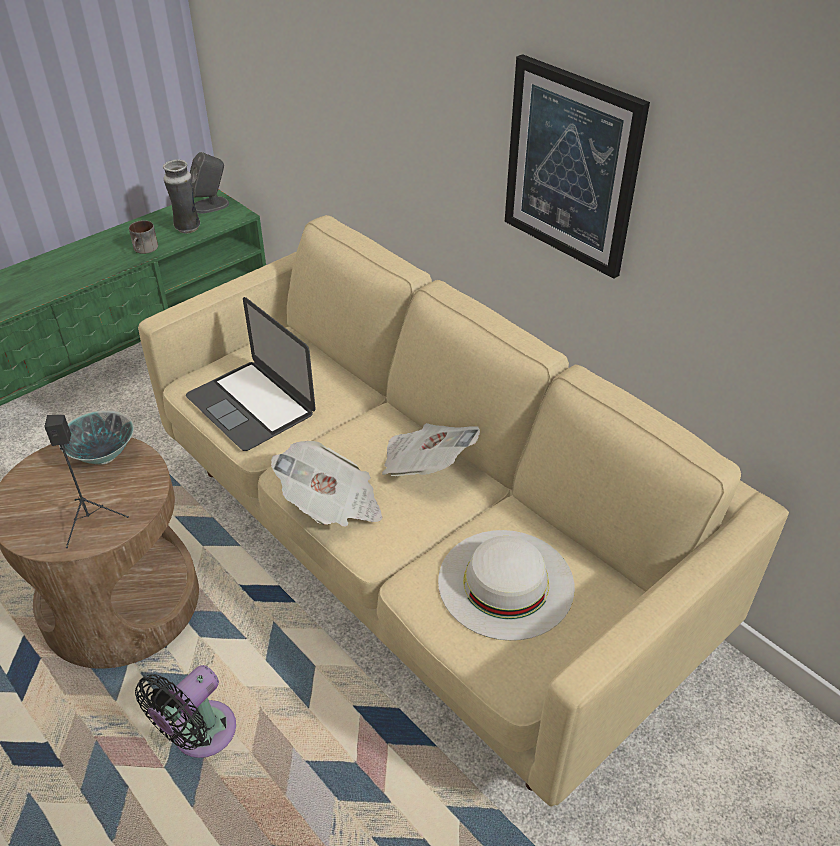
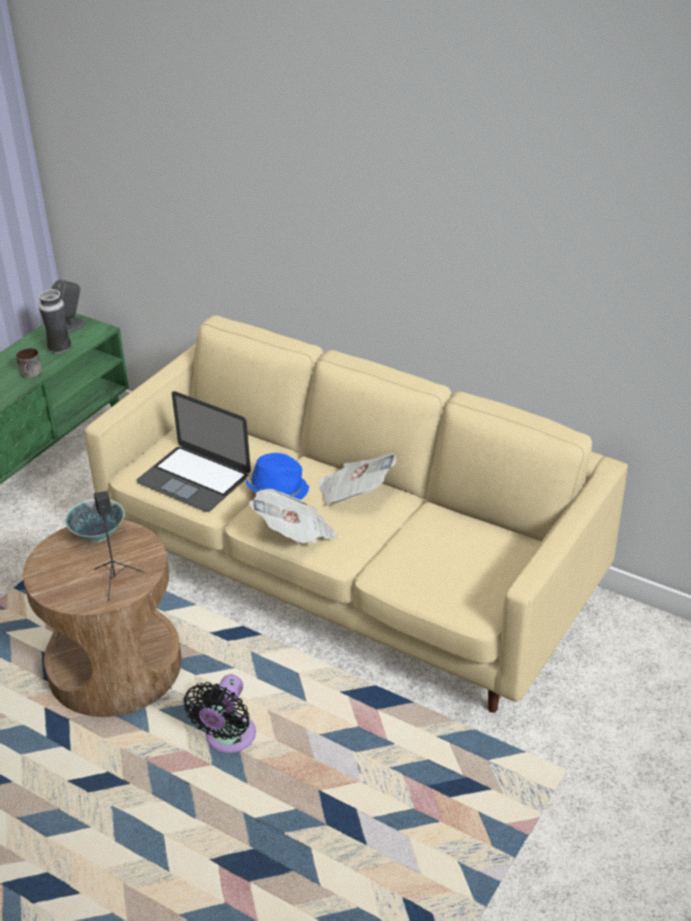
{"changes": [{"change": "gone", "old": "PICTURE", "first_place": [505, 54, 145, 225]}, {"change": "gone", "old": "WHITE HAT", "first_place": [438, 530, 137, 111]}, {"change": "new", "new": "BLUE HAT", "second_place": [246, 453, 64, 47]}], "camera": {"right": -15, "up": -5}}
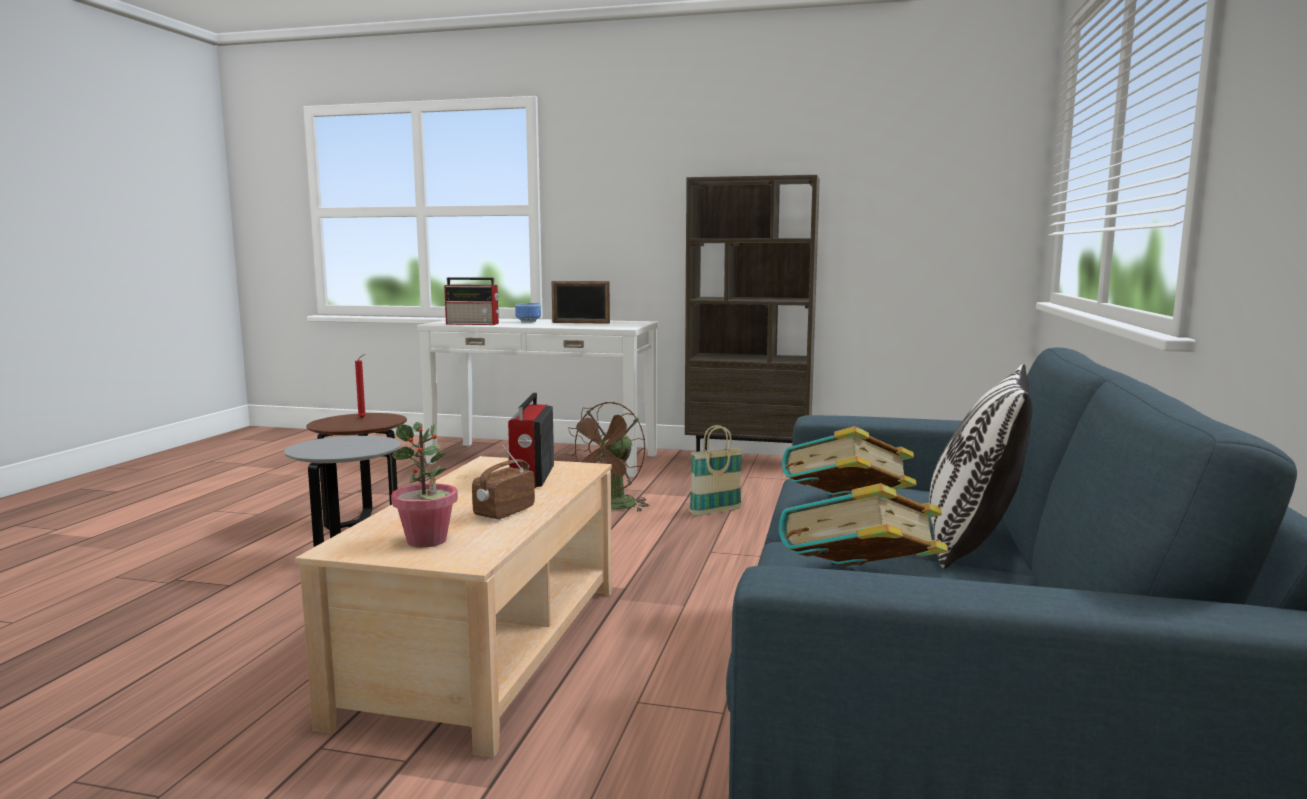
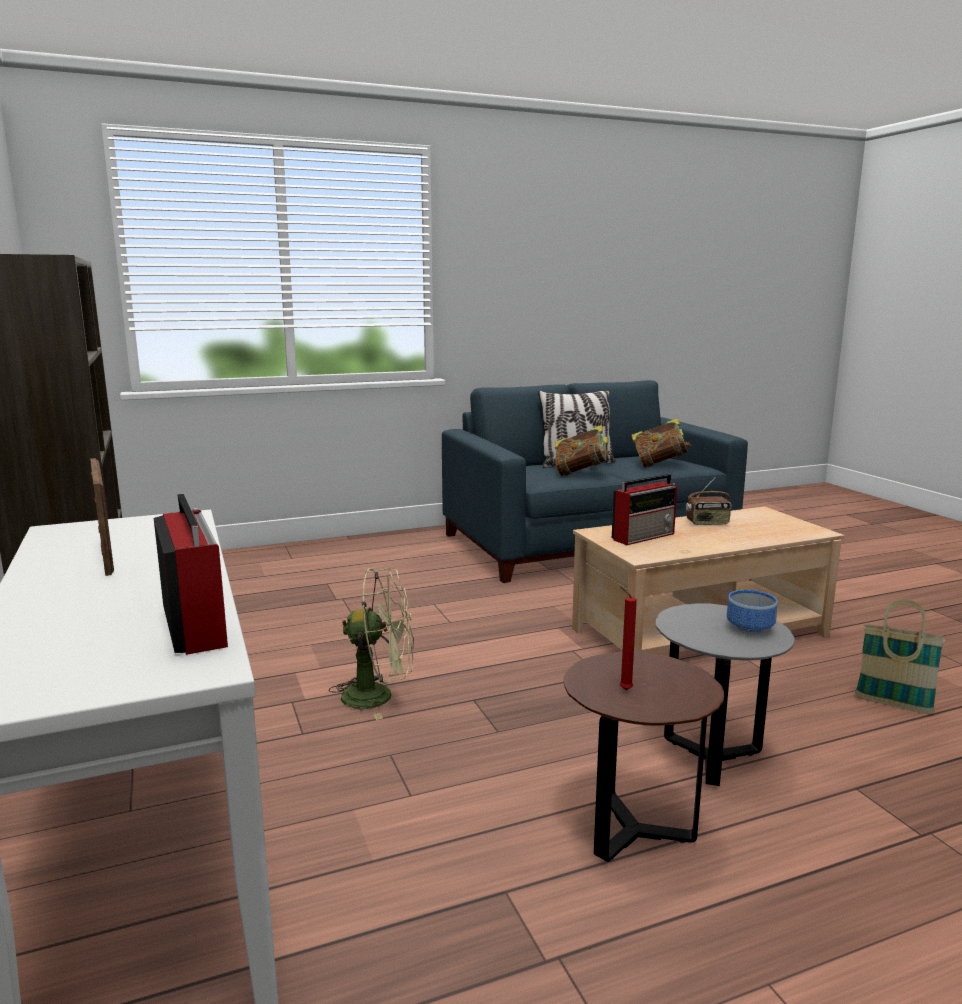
{"changes": [{"change": "shifted", "old": "BOWL", "first_place": [515, 303, 26, 19], "second_place": [727, 590, 50, 44]}, {"change": "repainted", "old": "BROWN FAN", "new": "GREEN FAN", "first_place": [565, 402, 85, 110], "second_place": [329, 568, 85, 152]}, {"change": "gone", "old": "POTTED PLANT", "first_place": [391, 422, 67, 126]}, {"change": "shifted", "old": "BASKET", "first_place": [689, 425, 54, 91], "second_place": [855, 599, 90, 115]}], "camera": {"right": -125, "up": 5}}
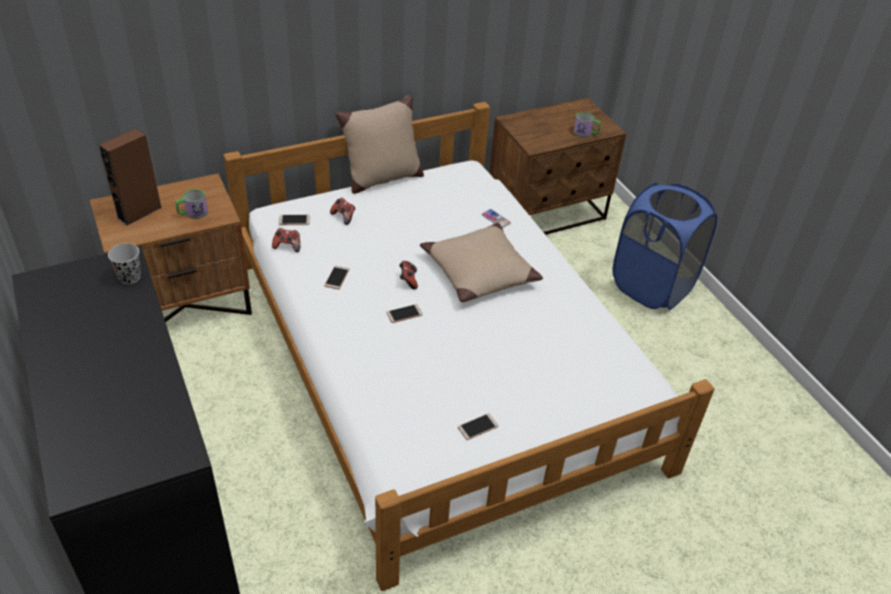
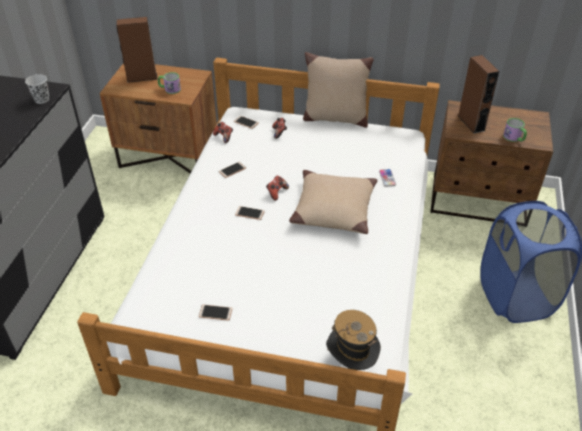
{"changes": [{"change": "new", "new": "BROWN SPEAKER", "second_place": [458, 55, 41, 79]}, {"change": "new", "new": "HAT", "second_place": [326, 310, 55, 60]}], "camera": {"right": 40, "up": 0}}
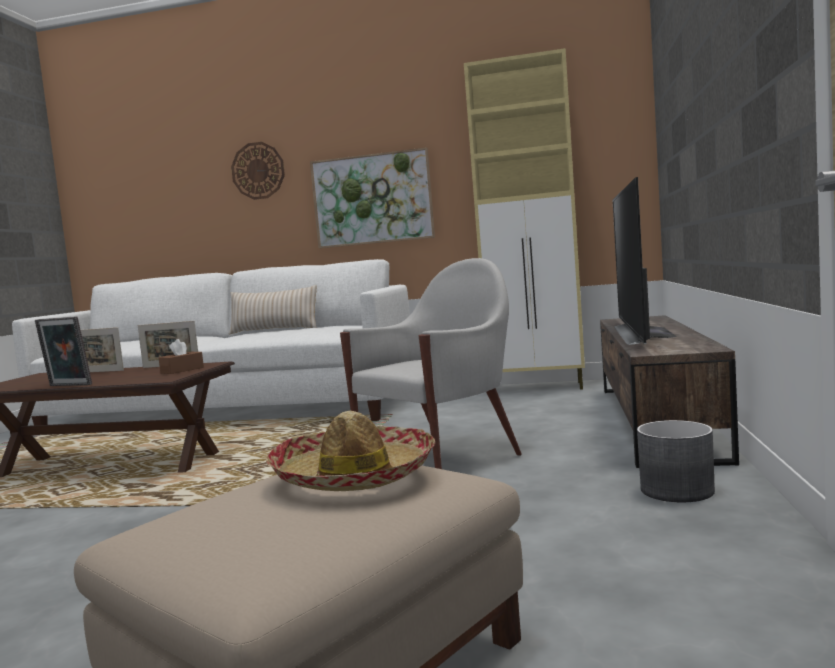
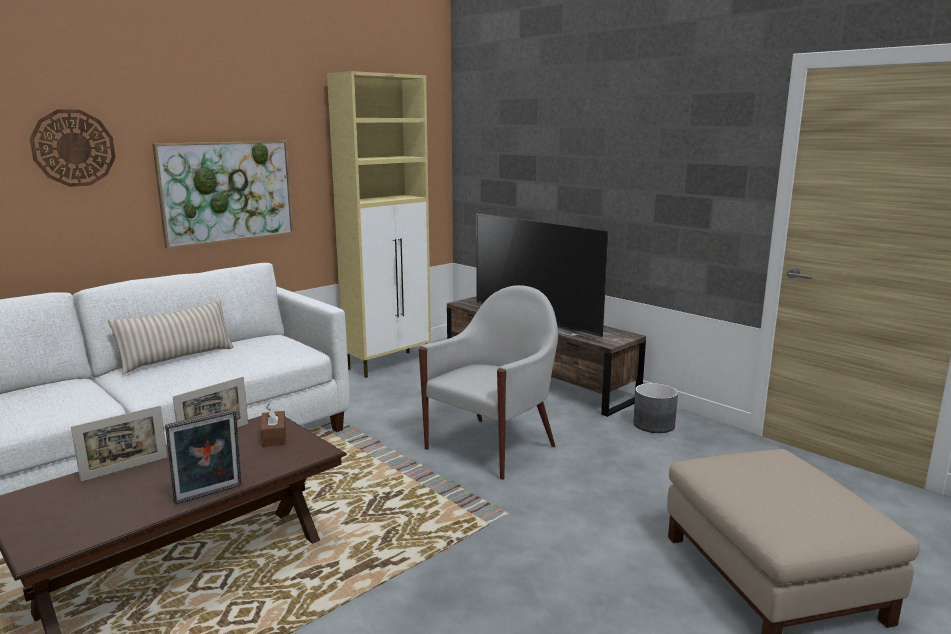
{"changes": [{"change": "rotated", "old": "WHITE ARMCHAIR", "first_place": [340, 258, 182, 211], "second_place": [419, 285, 139, 195], "degrees": 45}, {"change": "gone", "old": "HAT", "first_place": [266, 411, 169, 80]}], "camera": {"right": -55, "up": 10}}
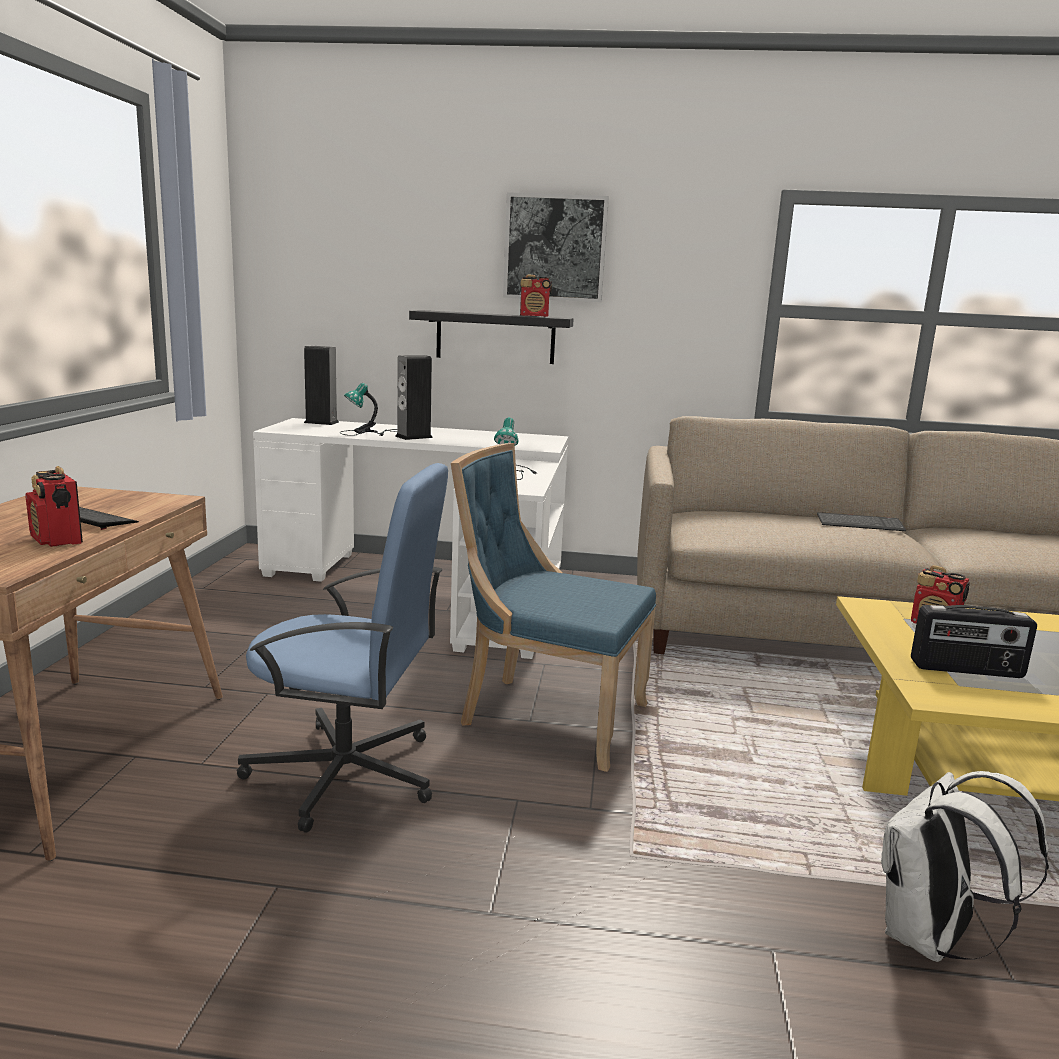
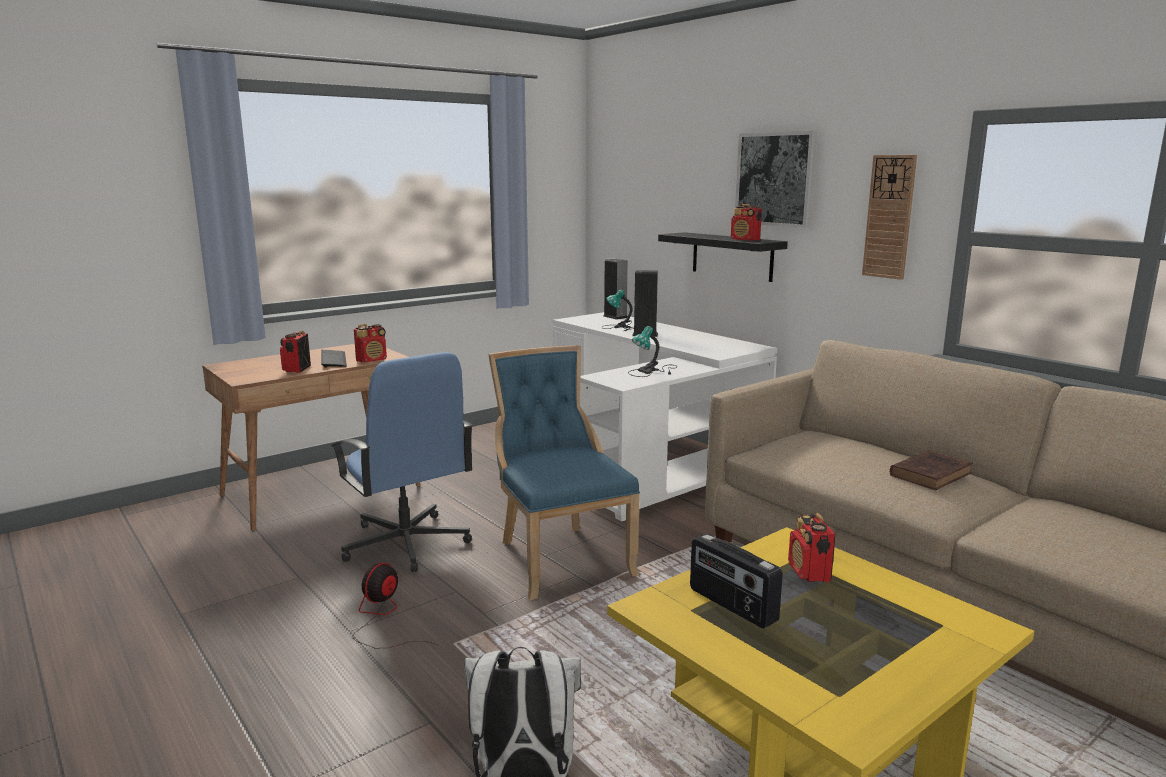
{"changes": [{"change": "swapped", "old": "KEYBOARD", "new": "BROWN BOOK", "first_place": [817, 512, 89, 19], "second_place": [890, 450, 83, 40]}, {"change": "new", "new": "WALL CLOCK", "second_place": [862, 155, 55, 125]}, {"change": "new", "new": "RADIO", "second_place": [354, 324, 33, 39]}, {"change": "new", "new": "FAN", "second_place": [353, 563, 86, 85]}], "camera": {"right": 45, "up": 0}}
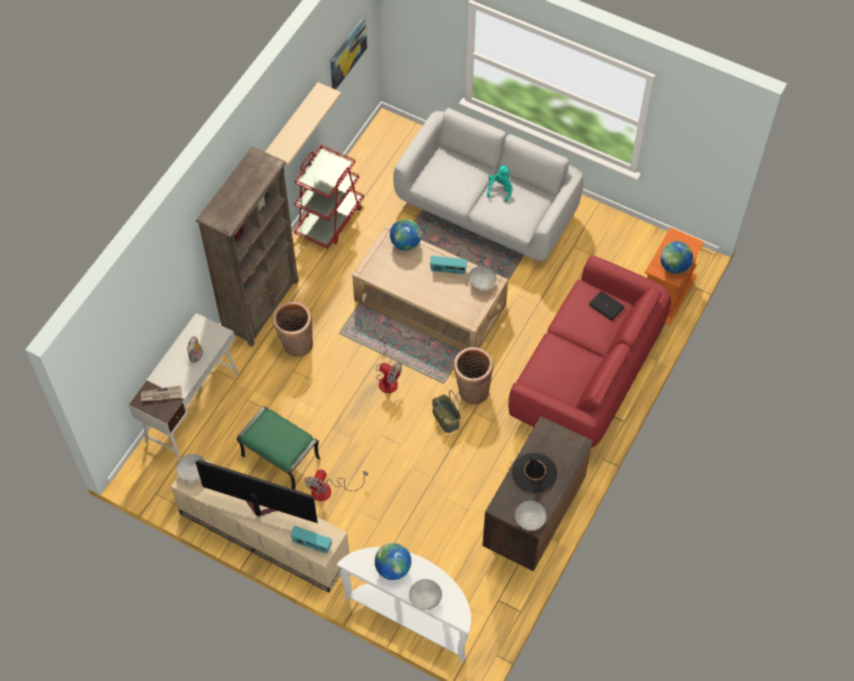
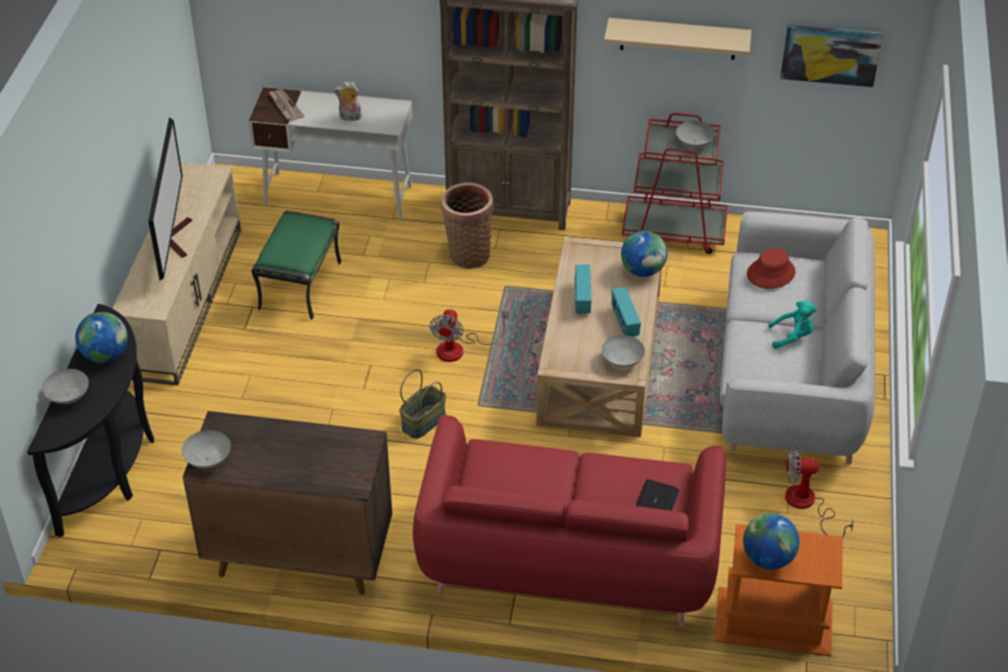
{"changes": [{"change": "gone", "old": "BASKET", "first_place": [454, 347, 39, 57]}, {"change": "gone", "old": "BLACK HAT", "first_place": [512, 453, 45, 40]}, {"change": "shifted", "old": "GREY BOWL", "first_place": [176, 454, 30, 28], "second_place": [676, 121, 39, 28]}, {"change": "shifted", "old": "FAN", "first_place": [304, 470, 64, 31], "second_place": [785, 447, 68, 90]}, {"change": "shifted", "old": "RADIO", "first_place": [290, 526, 42, 28], "second_place": [574, 265, 17, 49]}, {"change": "repainted", "old": "WHITE CONSOLE TABLE", "new": "BLACK CONSOLE TABLE", "first_place": [337, 547, 134, 116], "second_place": [27, 304, 127, 233]}, {"change": "new", "new": "RED HAT", "second_place": [747, 248, 49, 41]}], "camera": {"right": 70, "up": -15}}
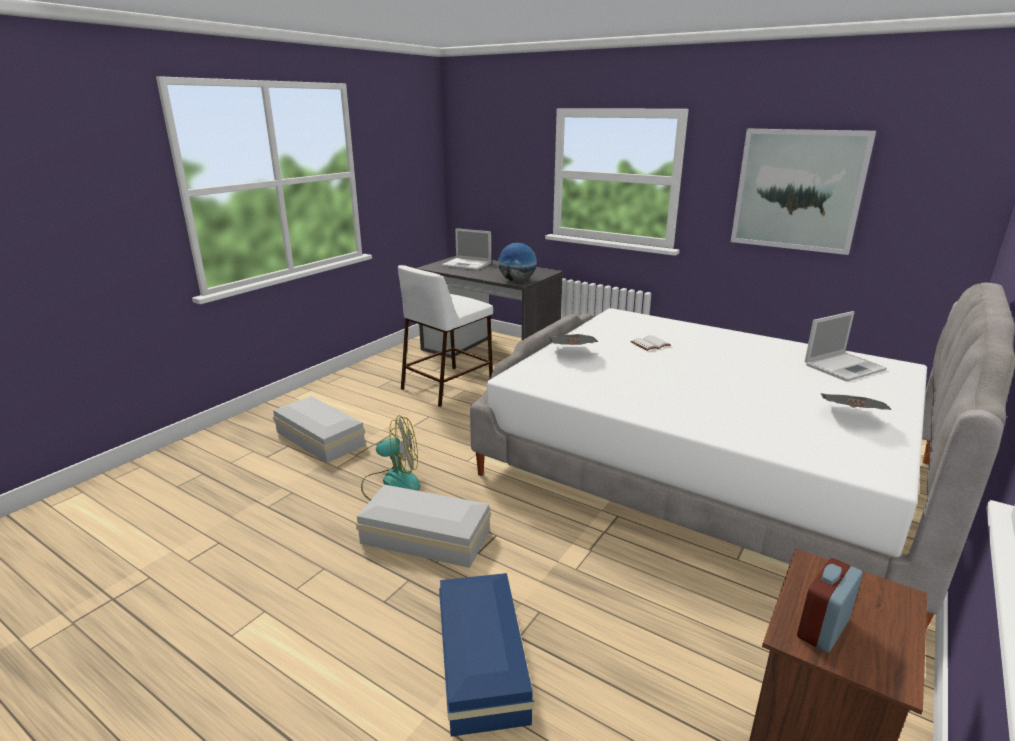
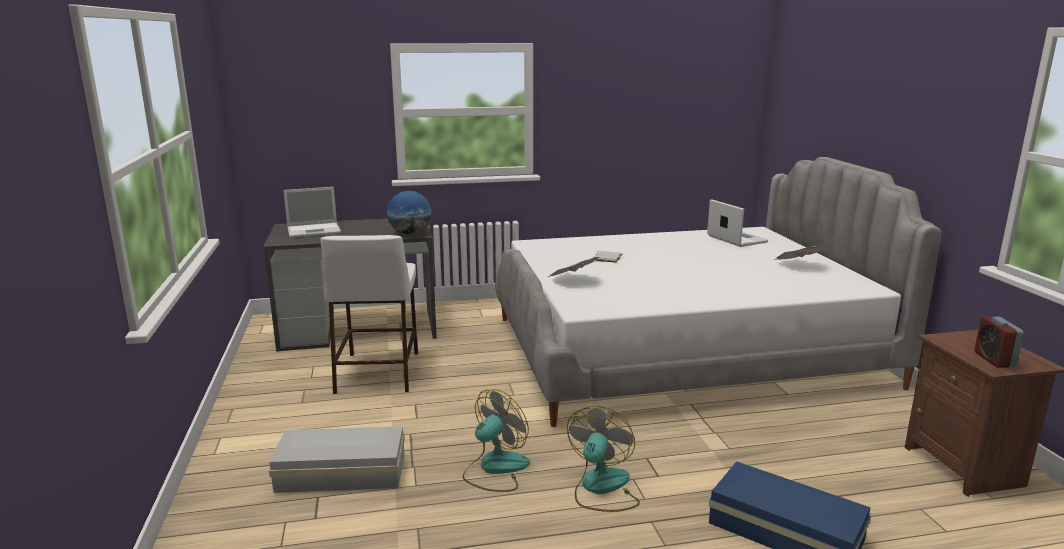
{"changes": [{"change": "gone", "old": "PICTURE", "first_place": [731, 129, 145, 126]}, {"change": "rotated", "old": "LAPTOP", "first_place": [805, 311, 82, 71], "second_place": [707, 199, 61, 48], "degrees": -45}, {"change": "swapped", "old": "WHITE STORAGE BOX", "new": "FAN", "first_place": [356, 484, 135, 84], "second_place": [567, 406, 73, 106]}], "camera": {"right": -45, "up": -5}}
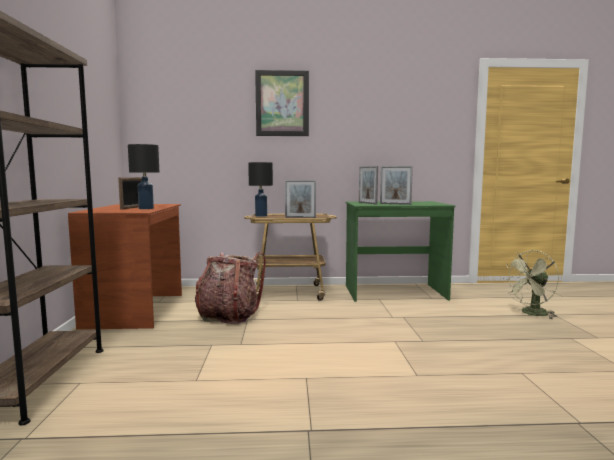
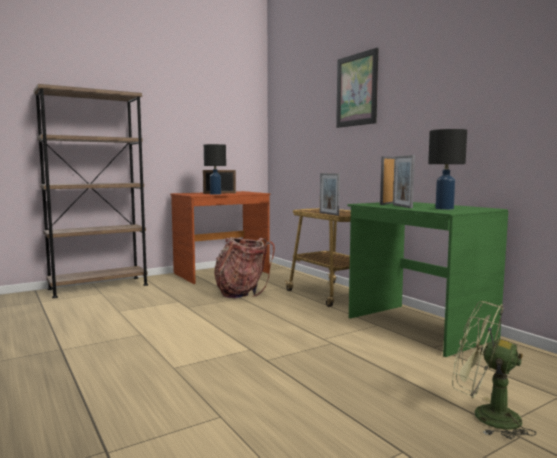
{"changes": [{"change": "shifted", "old": "BLACK TABLE LAMP", "first_place": [248, 162, 25, 55], "second_place": [428, 129, 39, 81]}], "camera": {"right": 60, "up": 0}}
